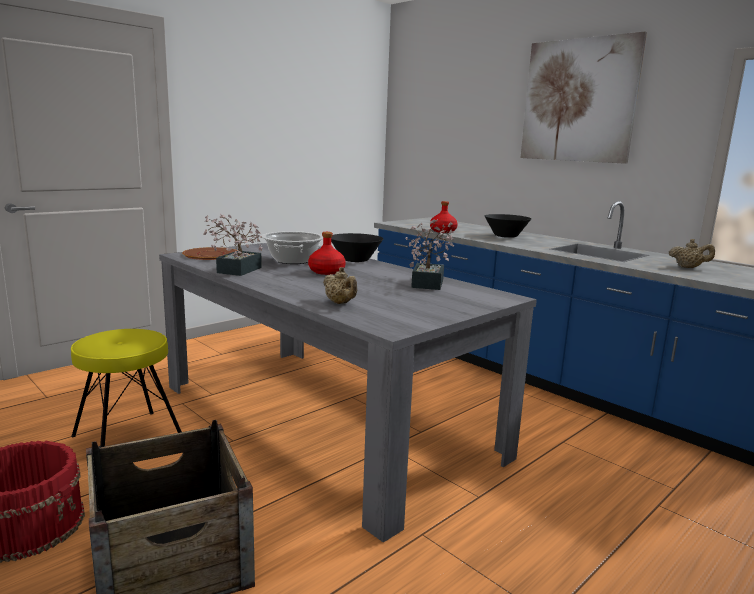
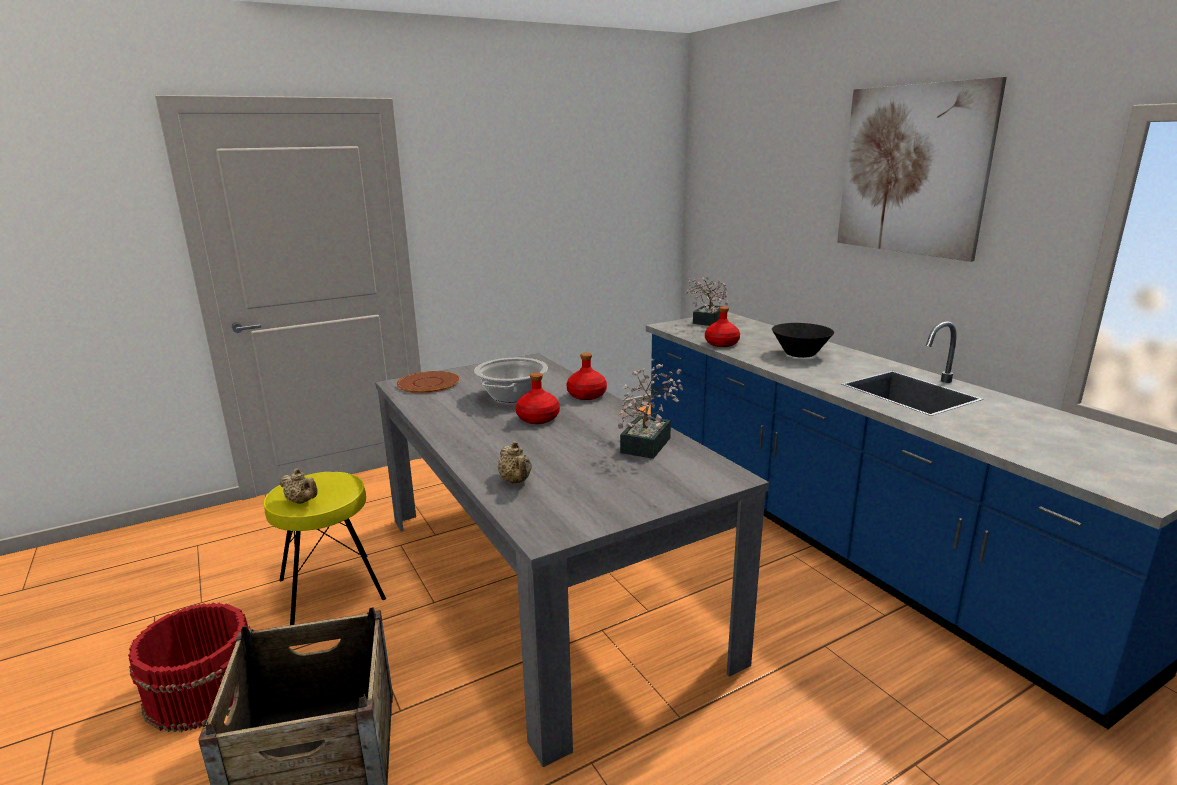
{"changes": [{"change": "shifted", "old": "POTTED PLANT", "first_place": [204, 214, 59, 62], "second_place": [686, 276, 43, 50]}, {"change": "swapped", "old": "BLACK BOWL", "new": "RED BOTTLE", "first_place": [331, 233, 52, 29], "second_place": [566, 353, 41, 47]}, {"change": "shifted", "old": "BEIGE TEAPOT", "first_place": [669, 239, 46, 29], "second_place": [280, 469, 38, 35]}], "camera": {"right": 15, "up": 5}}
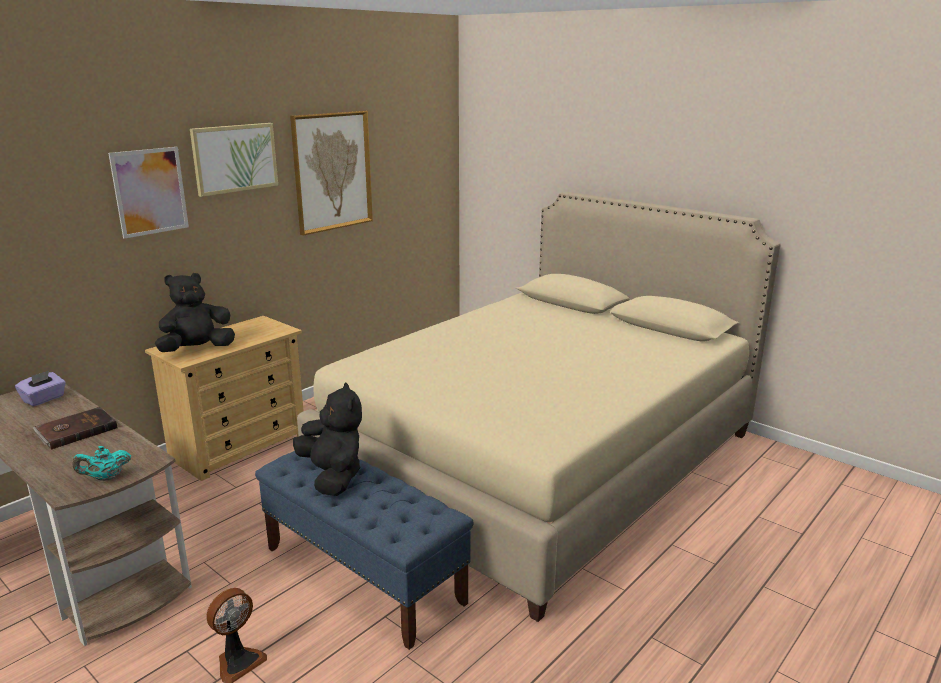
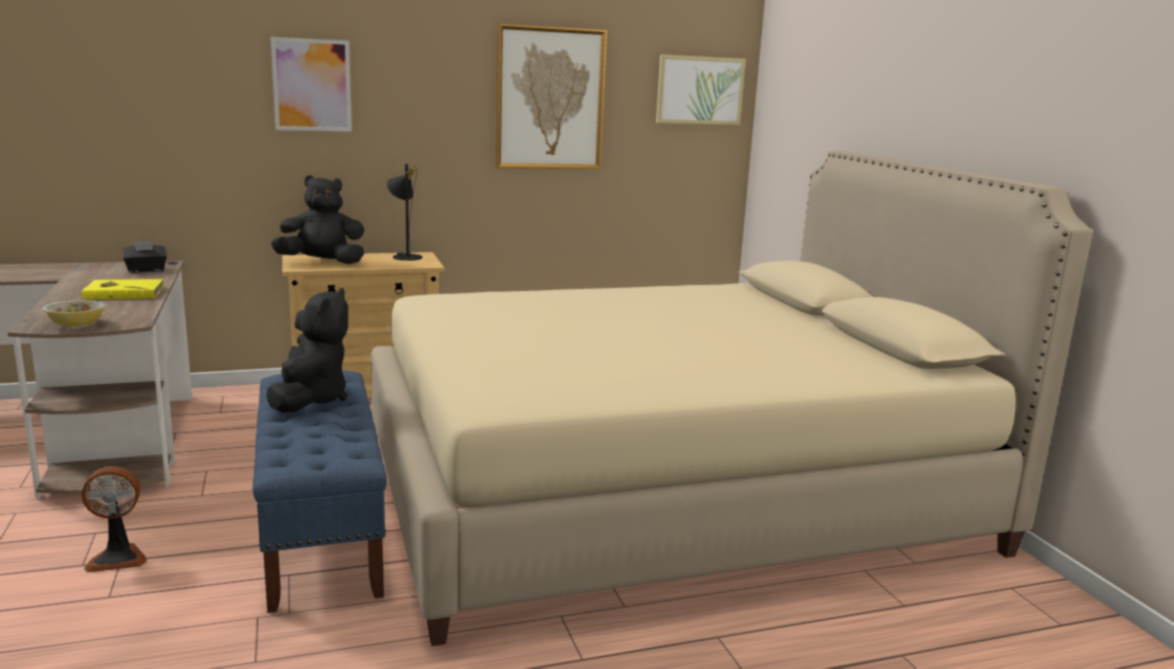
{"changes": [{"change": "shifted", "old": "PICTURE", "first_place": [190, 123, 88, 74], "second_place": [656, 55, 90, 70]}, {"change": "repainted", "old": "PURPLE TISSUE BOX", "new": "BLACK TISSUE BOX", "first_place": [15, 371, 51, 35], "second_place": [122, 241, 45, 32]}, {"change": "repainted", "old": "BROWN BOOK", "new": "YELLOW BOOK", "first_place": [32, 407, 85, 43], "second_place": [81, 279, 84, 20]}, {"change": "swapped", "old": "TURQUOISE TEAPOT", "new": "BOWL", "first_place": [73, 446, 58, 35], "second_place": [42, 300, 65, 27]}, {"change": "new", "new": "BLACK TABLE LAMP", "second_place": [387, 164, 35, 97]}], "camera": {"right": 30, "up": -5}}
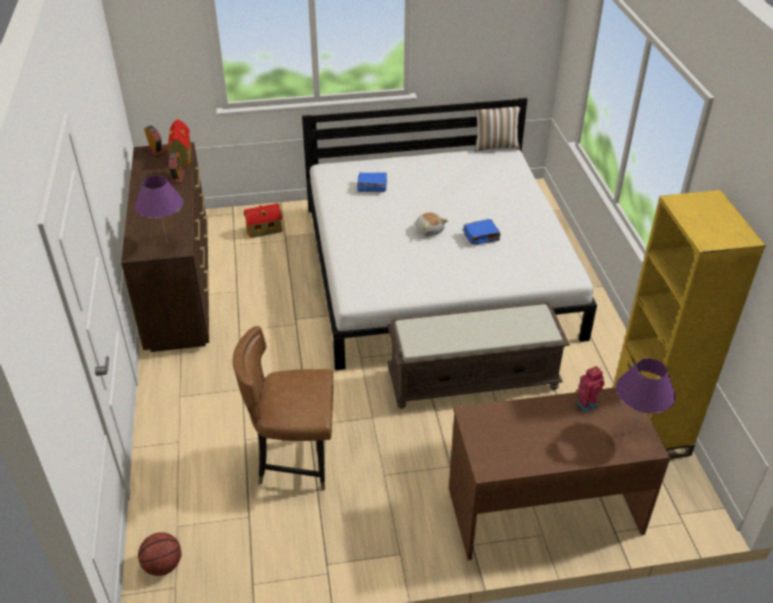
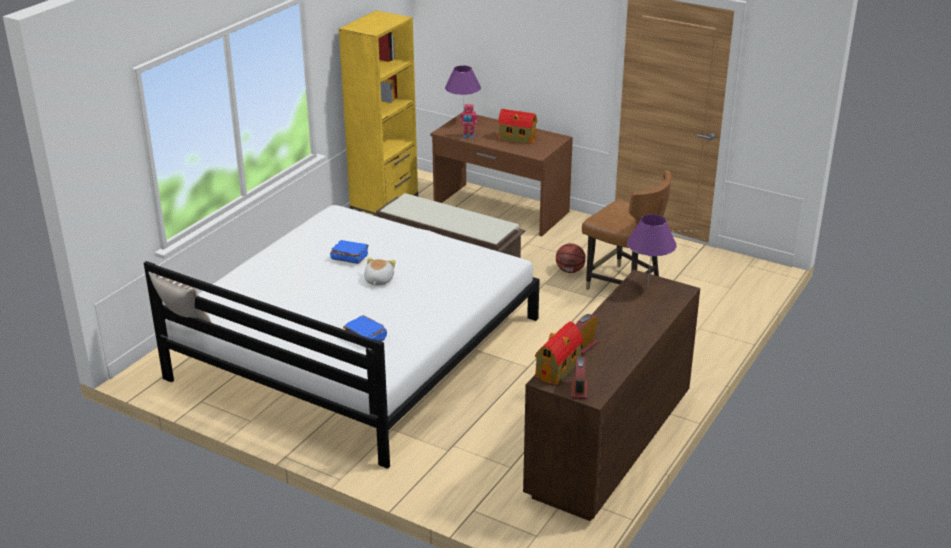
{"changes": [{"change": "shifted", "old": "TOY HOUSE", "first_place": [244, 203, 39, 35], "second_place": [498, 109, 39, 35]}, {"change": "shifted", "old": "BASKETBALL", "first_place": [138, 532, 44, 44], "second_place": [556, 243, 30, 30]}], "camera": {"right": -140, "up": -10}}
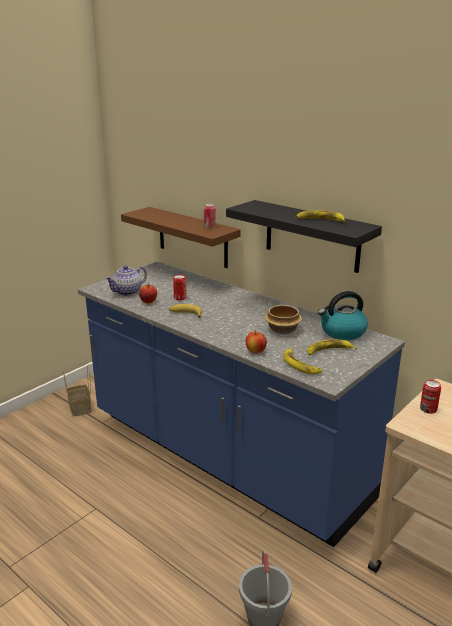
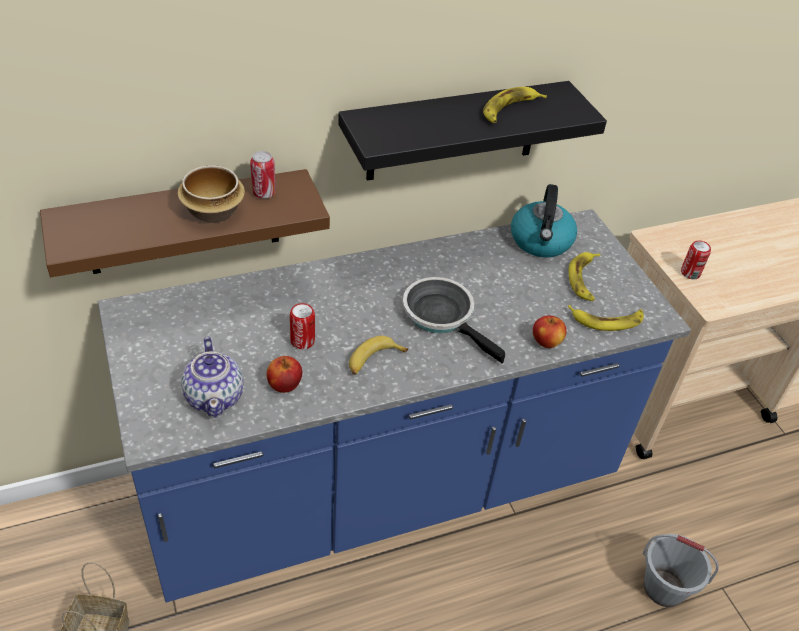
{"changes": [{"change": "shifted", "old": "BOWL", "first_place": [265, 305, 37, 29], "second_place": [178, 165, 67, 58]}, {"change": "new", "new": "FRYING PAN", "second_place": [403, 277, 102, 87]}], "camera": {"right": -65, "up": 20}}
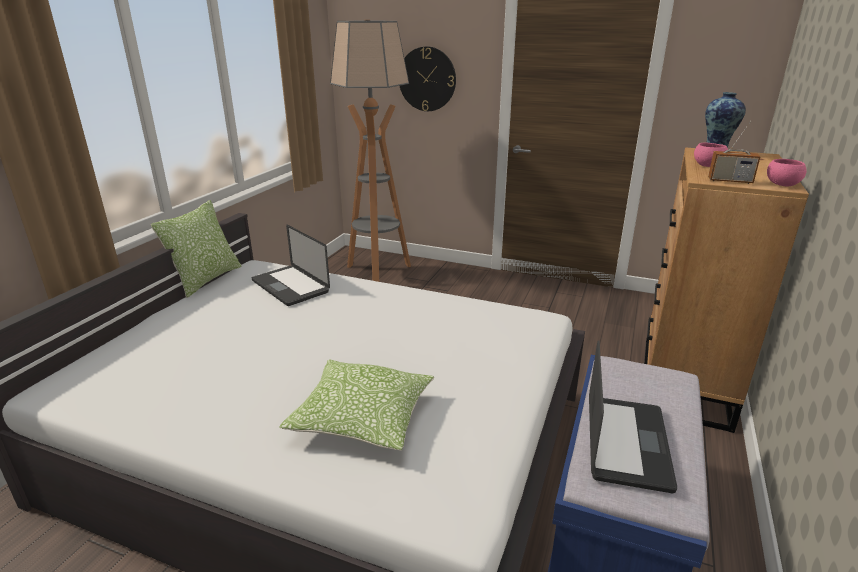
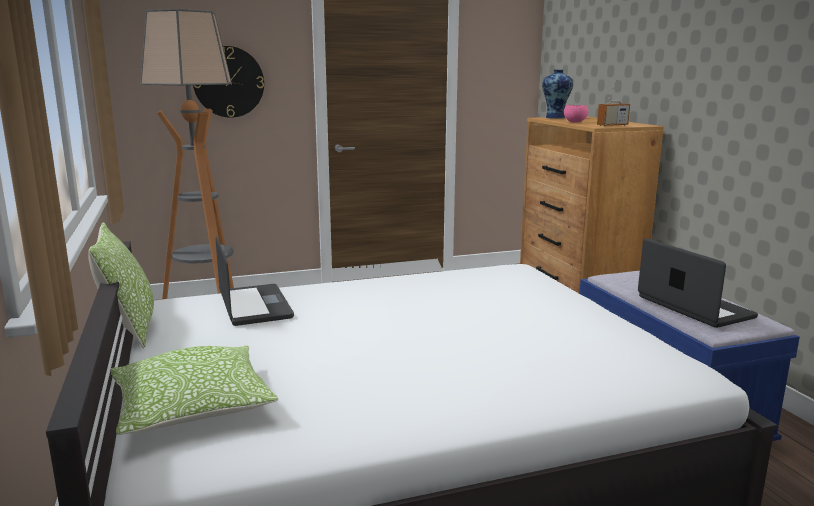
{"changes": [{"change": "gone", "old": "PINK BOWL", "first_place": [767, 159, 39, 27]}, {"change": "rotated", "old": "LAPTOP", "first_place": [252, 225, 78, 81], "second_place": [215, 237, 79, 89], "degrees": -120}, {"change": "shifted", "old": "PILLOW", "first_place": [279, 359, 155, 92], "second_place": [111, 345, 167, 90]}], "camera": {"right": -40, "up": -10}}
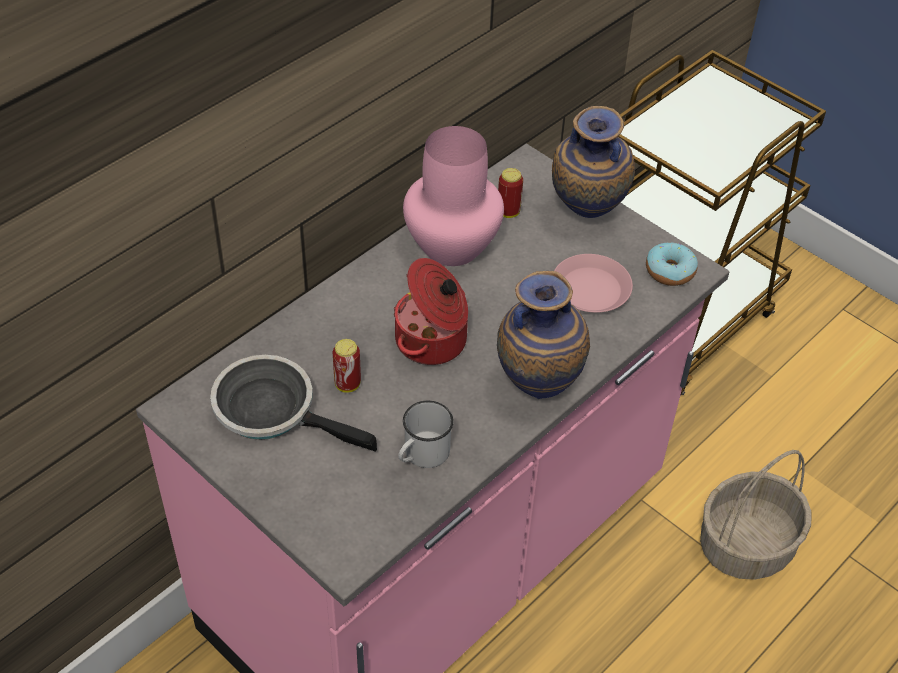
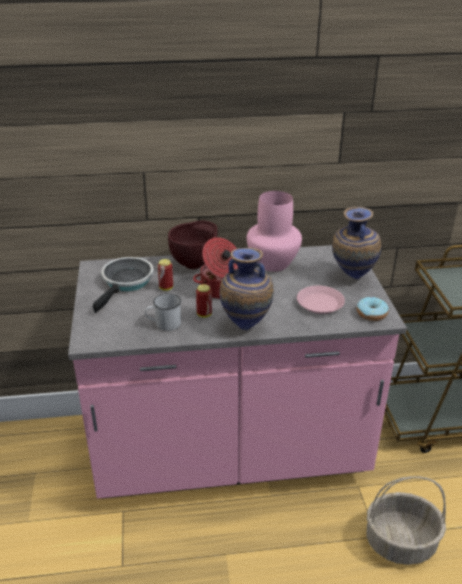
{"changes": [{"change": "shifted", "old": "CAN", "first_place": [498, 168, 25, 50], "second_place": [196, 284, 16, 34]}, {"change": "rotated", "old": "FRYING PAN", "first_place": [210, 355, 167, 97], "second_place": [93, 257, 61, 56], "degrees": 45}, {"change": "new", "new": "BROWN BOWL", "second_place": [168, 220, 49, 49]}], "camera": {"right": 40, "up": -15}}
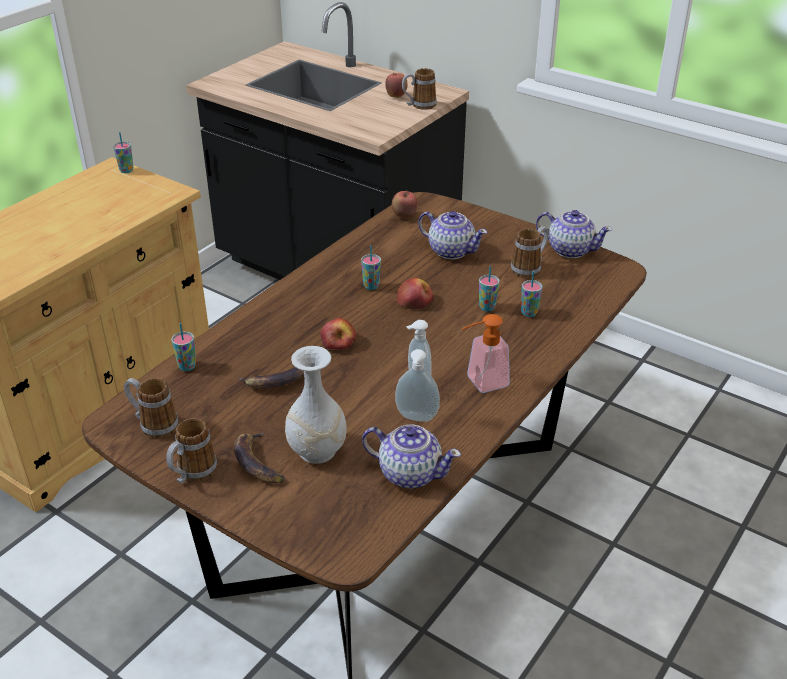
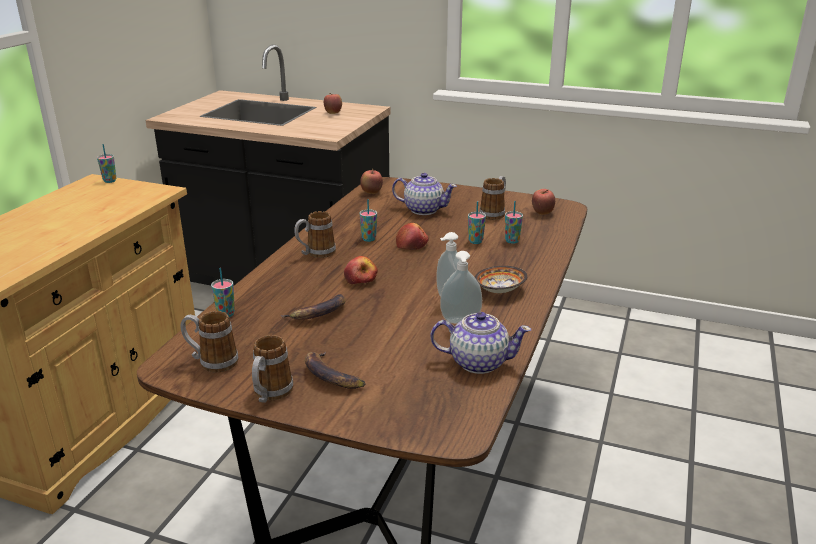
{"changes": [{"change": "shifted", "old": "MUG", "first_place": [402, 68, 35, 42], "second_place": [294, 211, 42, 47]}, {"change": "gone", "old": "TEAPOT", "first_place": [536, 210, 77, 48]}, {"change": "swapped", "old": "SOAP DISPENSER", "new": "BOWL", "first_place": [462, 314, 48, 79], "second_place": [475, 266, 52, 27]}, {"change": "gone", "old": "WHITE VASE", "first_place": [285, 346, 62, 118]}, {"change": "new", "new": "APPLE", "second_place": [532, 189, 23, 26]}], "camera": {"right": -15, "up": -10}}
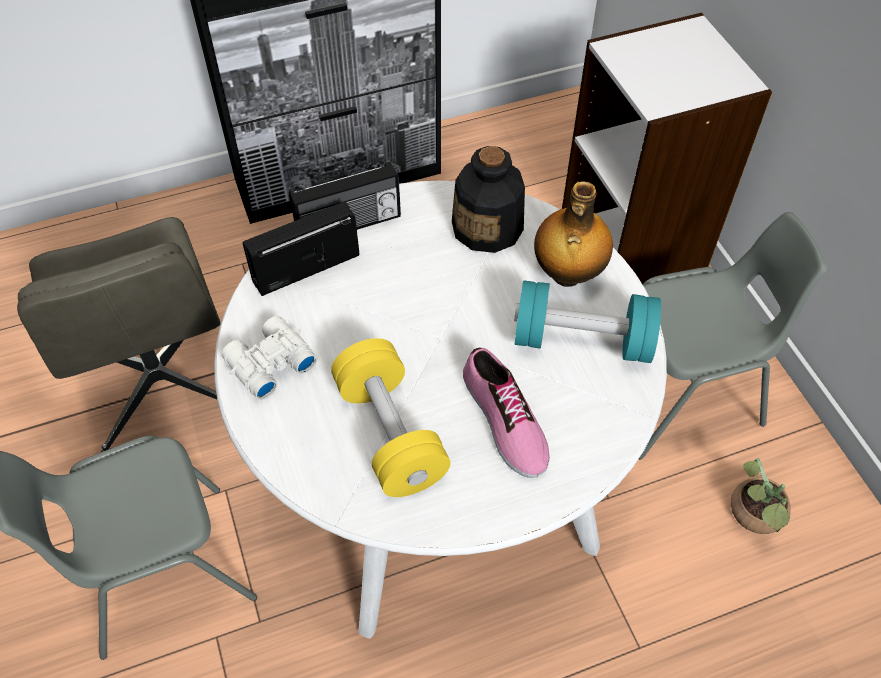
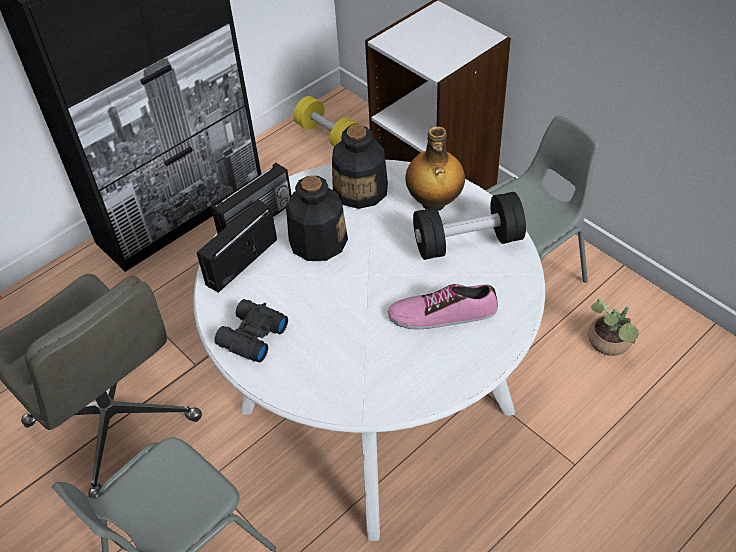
{"changes": [{"change": "repainted", "old": "TURQUOISE DUMBBELL", "new": "BLACK DUMBBELL", "first_place": [514, 280, 147, 83], "second_place": [413, 192, 113, 68]}, {"change": "repainted", "old": "WHITE BINOCULARS", "new": "BLACK BINOCULARS", "first_place": [222, 316, 95, 84], "second_place": [214, 299, 74, 64]}, {"change": "shifted", "old": "YELLOW DUMBBELL", "first_place": [331, 338, 120, 159], "second_place": [293, 96, 66, 51]}, {"change": "rotated", "old": "SHOE", "first_place": [463, 348, 87, 130], "second_place": [388, 284, 110, 46], "degrees": 135}, {"change": "new", "new": "BOTTLE", "second_place": [286, 176, 62, 85]}], "camera": {"right": -20, "up": -5}}
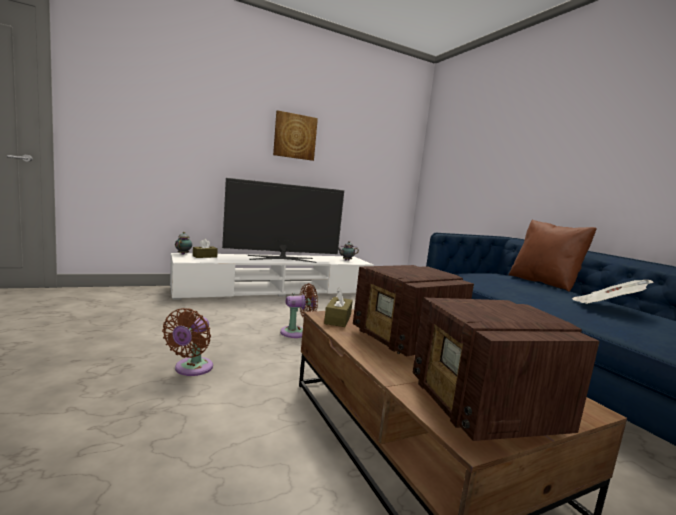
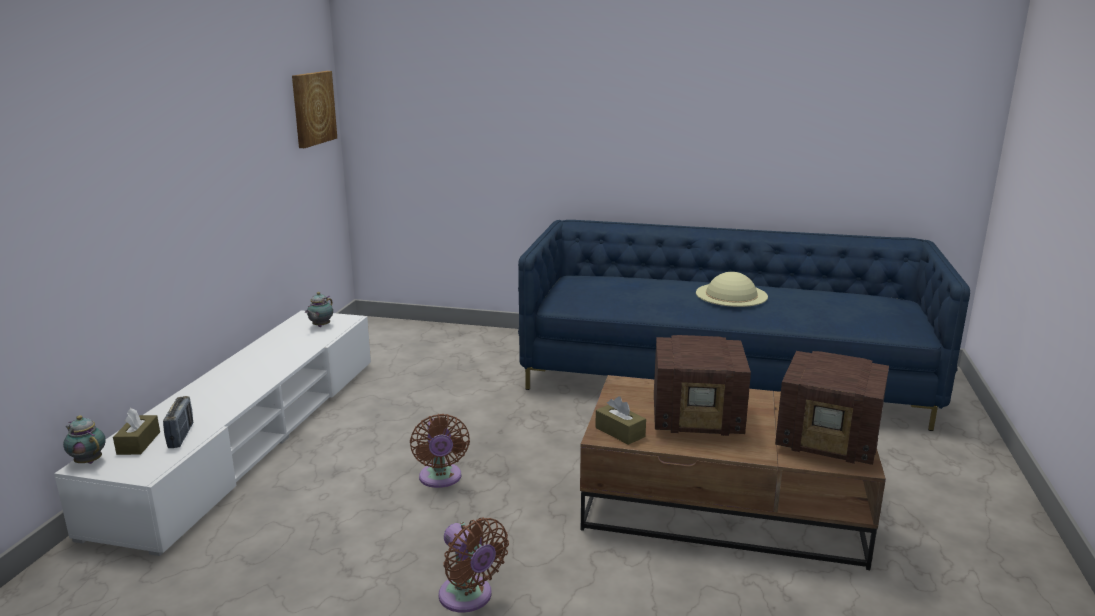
{"changes": [{"change": "shifted", "old": "PICTURE", "first_place": [273, 110, 45, 51], "second_place": [292, 71, 45, 77]}, {"change": "gone", "old": "TELEVISION", "first_place": [222, 178, 122, 85]}, {"change": "gone", "old": "BROWN PILLOW", "first_place": [509, 219, 88, 73]}, {"change": "swapped", "old": "NEWSPAPER", "new": "BEIGE HAT", "first_place": [572, 280, 82, 24], "second_place": [696, 272, 72, 35]}, {"change": "rotated", "old": "BROWN FAN", "first_place": [280, 283, 38, 55], "second_place": [410, 414, 60, 74], "degrees": 150}, {"change": "new", "new": "RADIO", "second_place": [163, 396, 30, 52]}], "camera": {"right": -50, "up": 10}}
